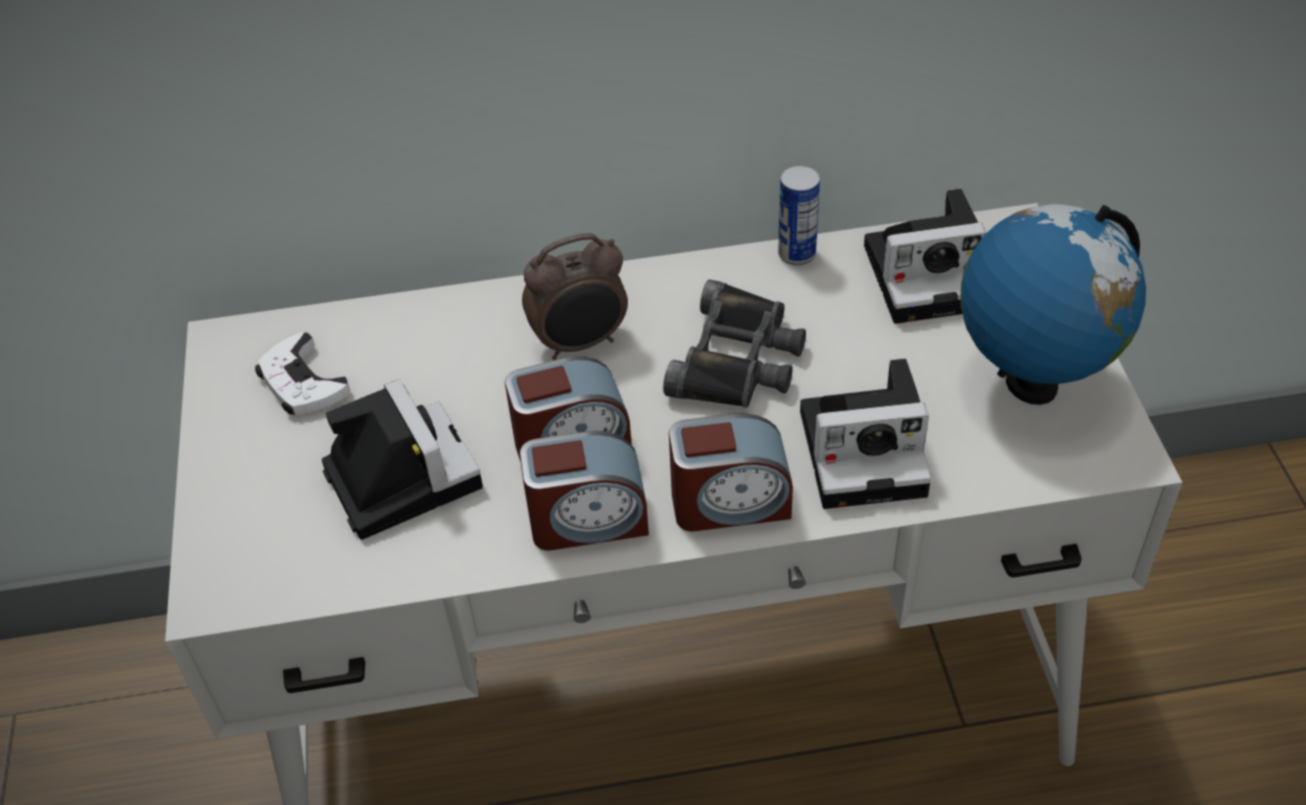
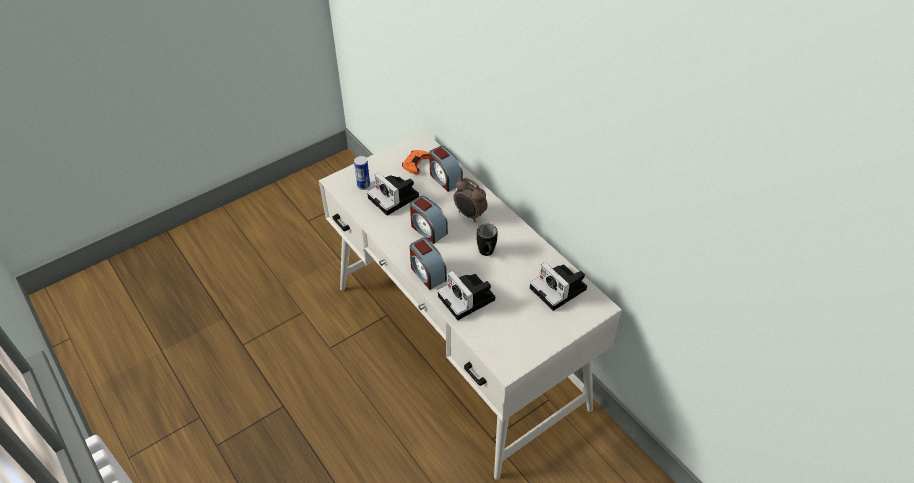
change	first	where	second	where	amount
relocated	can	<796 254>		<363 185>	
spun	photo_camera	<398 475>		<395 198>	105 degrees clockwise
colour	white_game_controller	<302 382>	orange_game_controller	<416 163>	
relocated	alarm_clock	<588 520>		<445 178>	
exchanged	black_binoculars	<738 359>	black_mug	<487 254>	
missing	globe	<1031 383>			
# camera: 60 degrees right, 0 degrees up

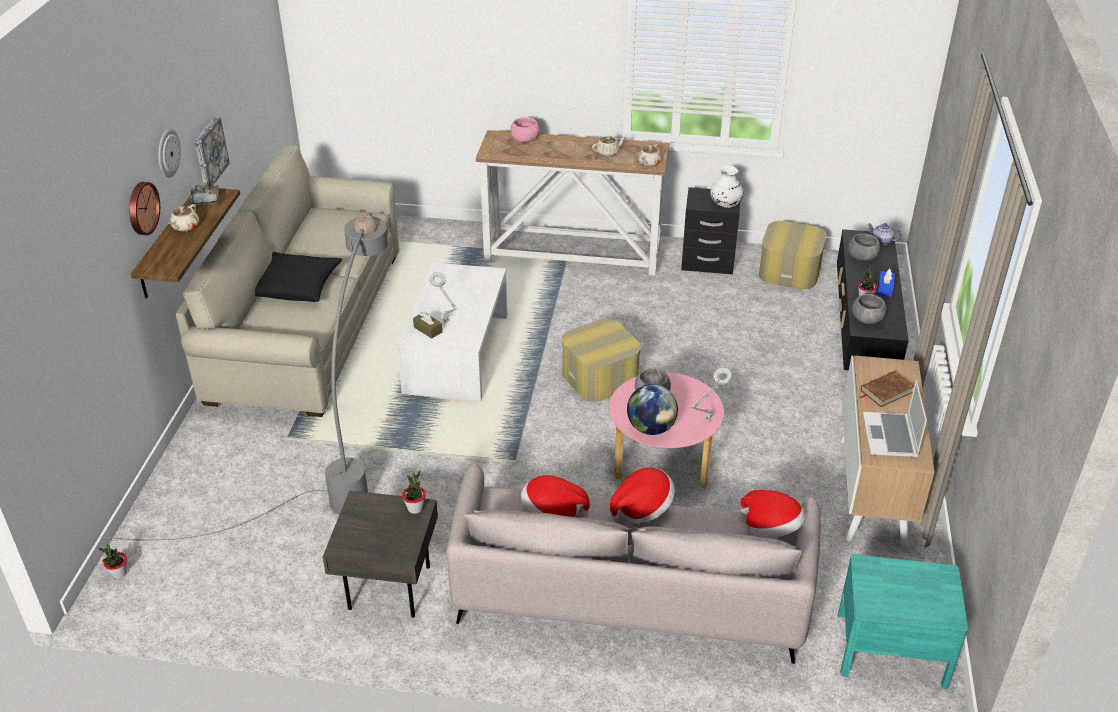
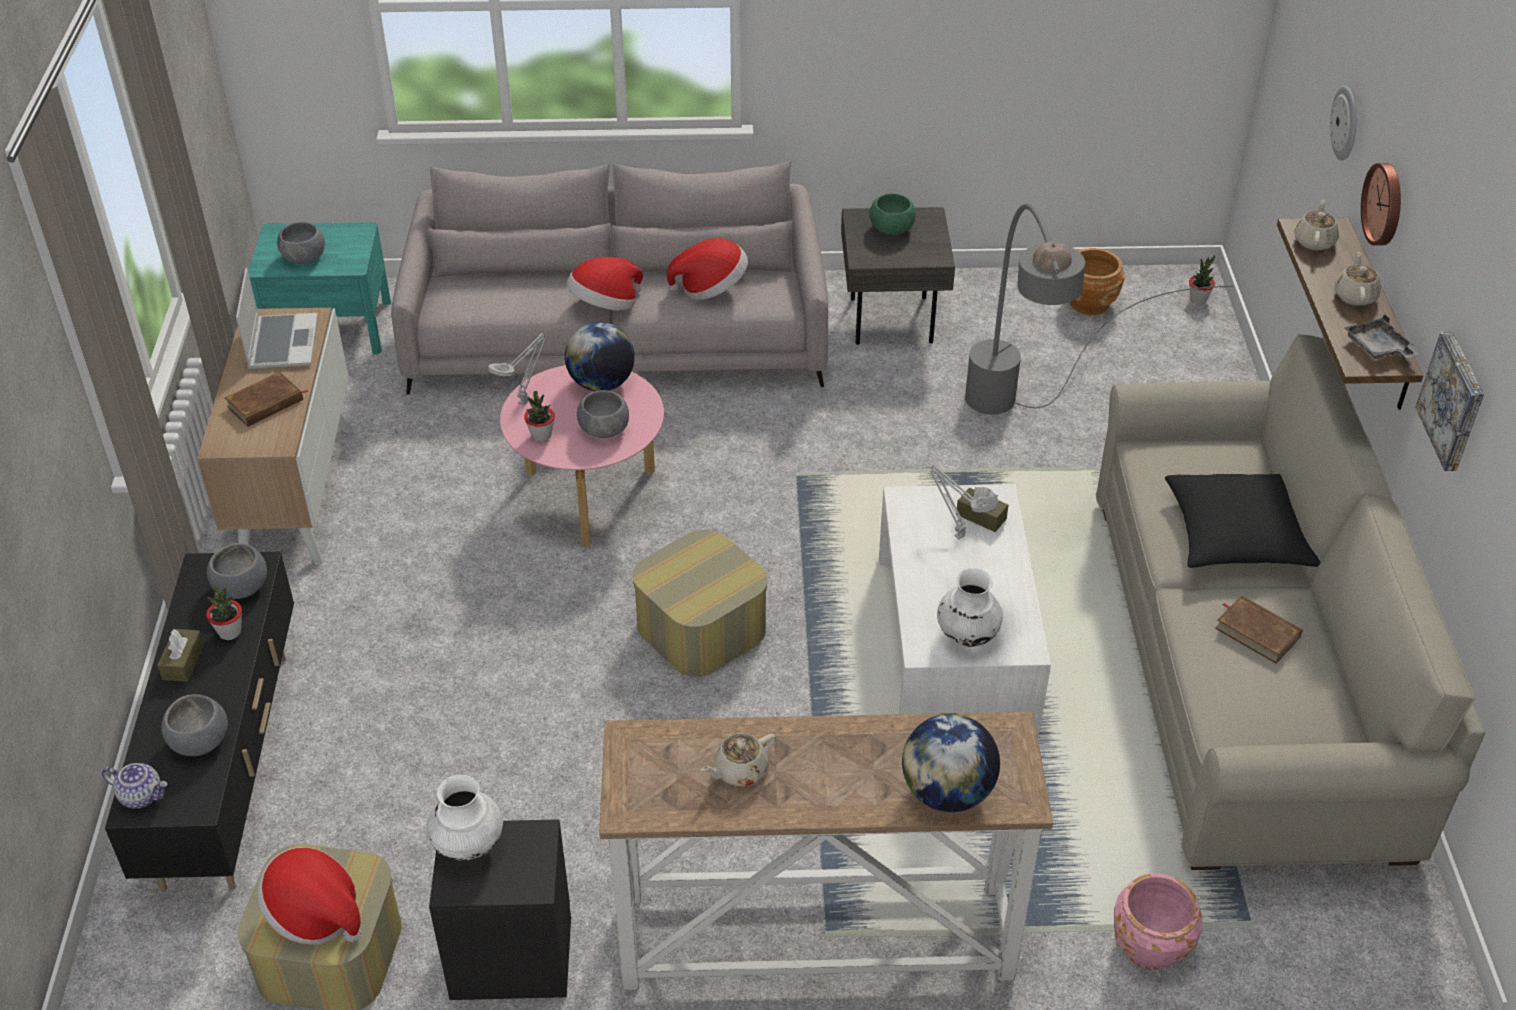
change	first	where	second	where	amount
colour	blue_tissue_box	<885 288>	brown_tissue_box	<183 662>	
relocated	hat	<771 529>		<315 914>	
appeared			grey_bowl	<304 257>	
relocated	potted_plant	<415 508>		<541 436>	
appeared			green_bowl	<891 228>	
exchanged	pink_bowl	<524 140>	globe	<947 792>	
appeared			white_vase	<967 635>	
appeared			brown_planter	<1089 303>	
appeared			pink_planter	<1150 946>	
appeared			brown_book	<1257 632>	
relocated	beige_teapot	<649 163>		<1314 241>	
relocated	wall_clock	<167 152>		<1345 123>	
# camera: 170 degrees right, 5 degrees up

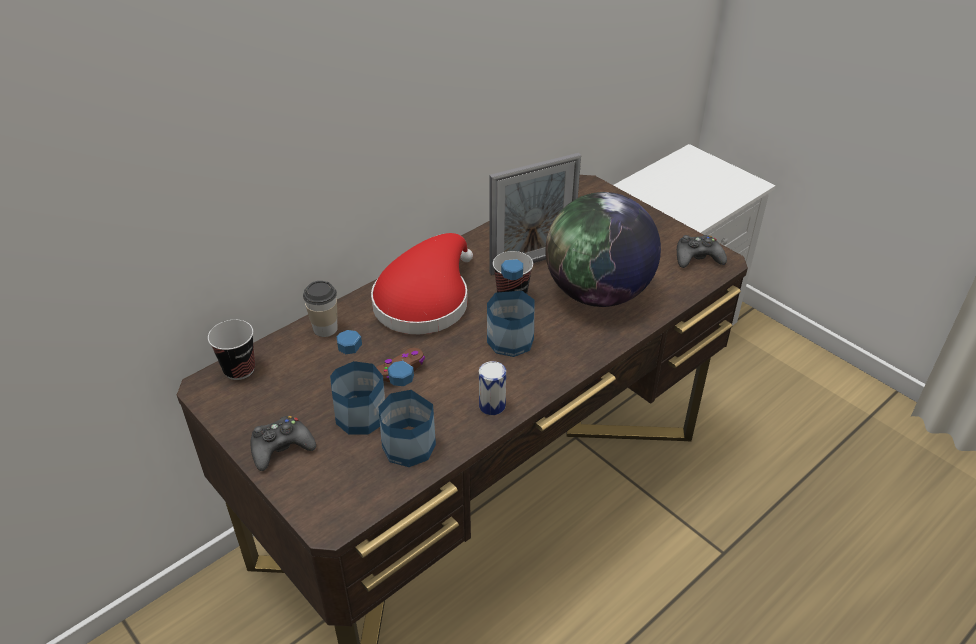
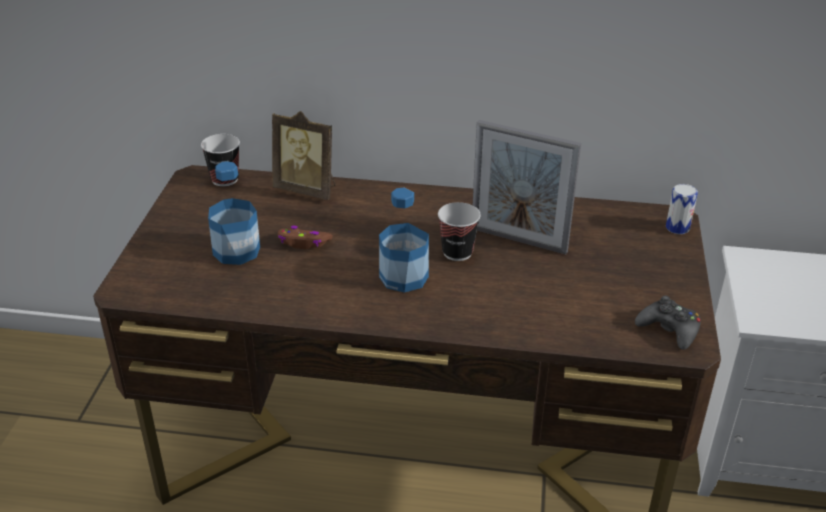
change	first	where	second	where	amount
exchanged	cup	<325 328>	picture_frame	<307 189>	
relocated	can	<492 405>		<677 227>	
missing	black_game_controller	<281 448>			
missing	red_hat	<425 300>			
missing	bottle	<409 446>			
missing	globe	<597 294>			
# camera: 50 degrees right, 5 degrees down

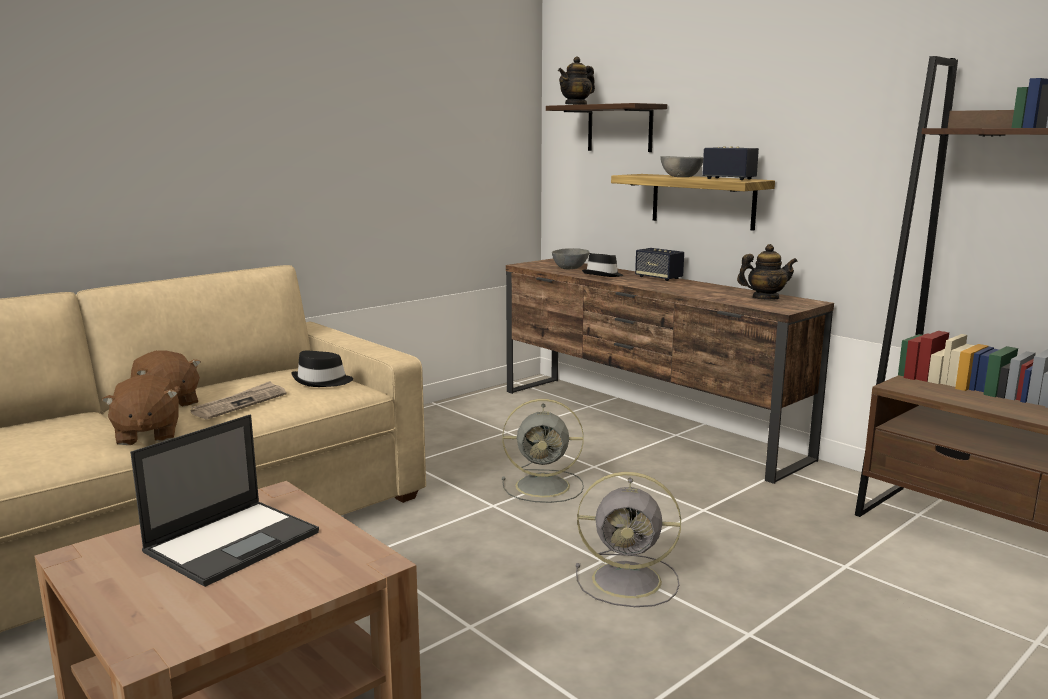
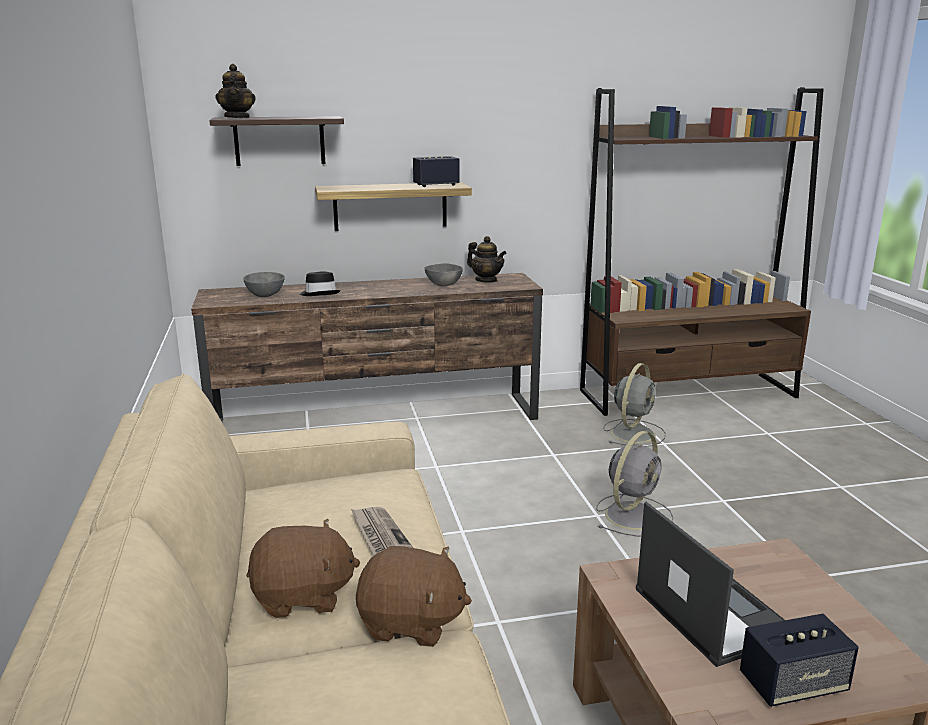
change	first	where	second	where	amount
relocated	grey_bowl	<680 177>		<443 285>	
spun	teapot	<765 298>		<486 280>	105 degrees clockwise
relocated	grey_fan	<545 486>		<633 433>	
relocated	speaker	<658 278>		<793 685>	
missing	black_hat	<322 381>			
# camera: 60 degrees left, 5 degrees up

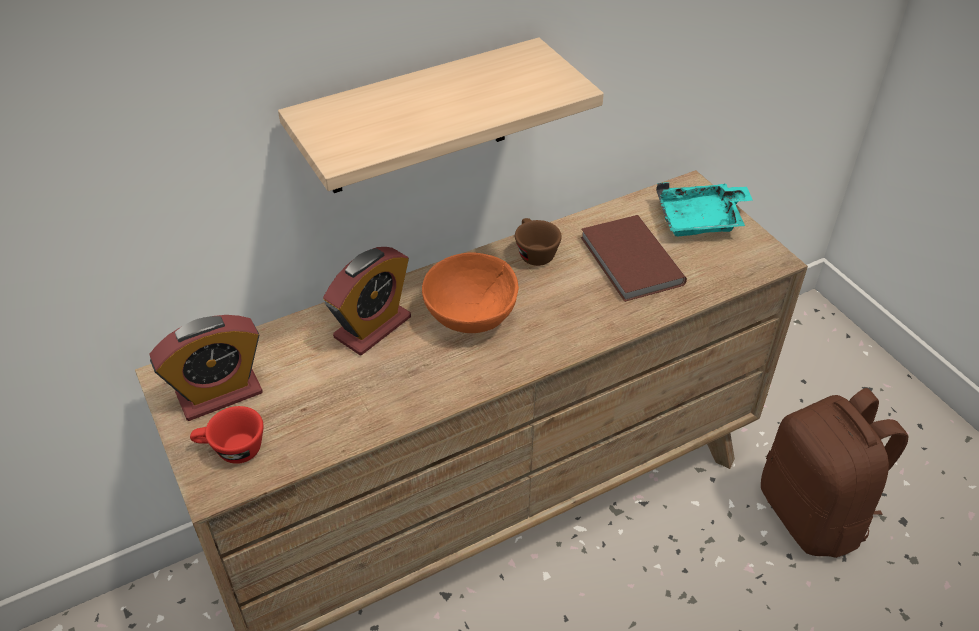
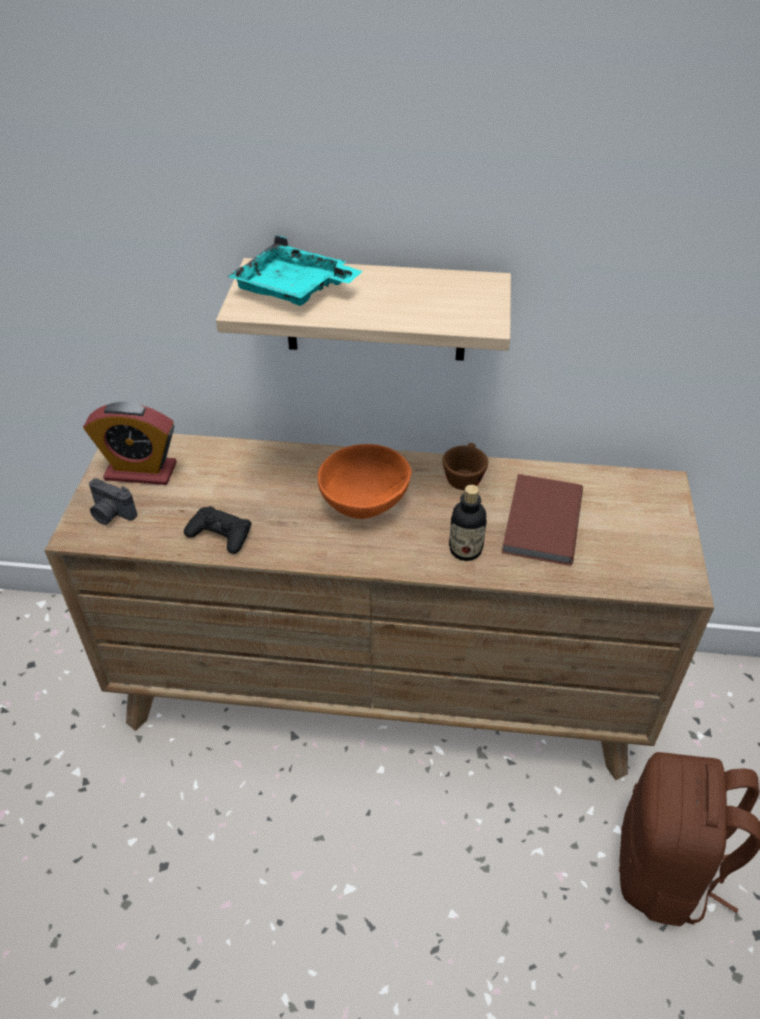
change	first	where	second	where	amount
exchanged	red_cup	<232 450>	photo_camera	<111 514>	
appeared			black_game_controller	<220 534>	
relocated	turquoise_tray	<700 220>		<294 289>	
appeared			bottle	<465 550>	
missing	alarm_clock	<372 327>			
# camera: 35 degrees right, 0 degrees up

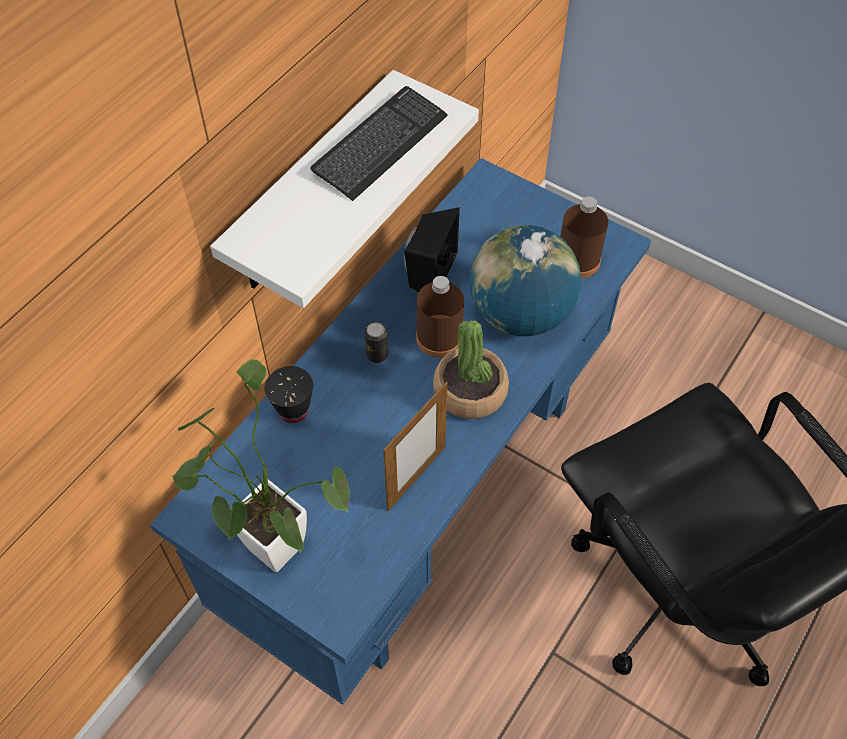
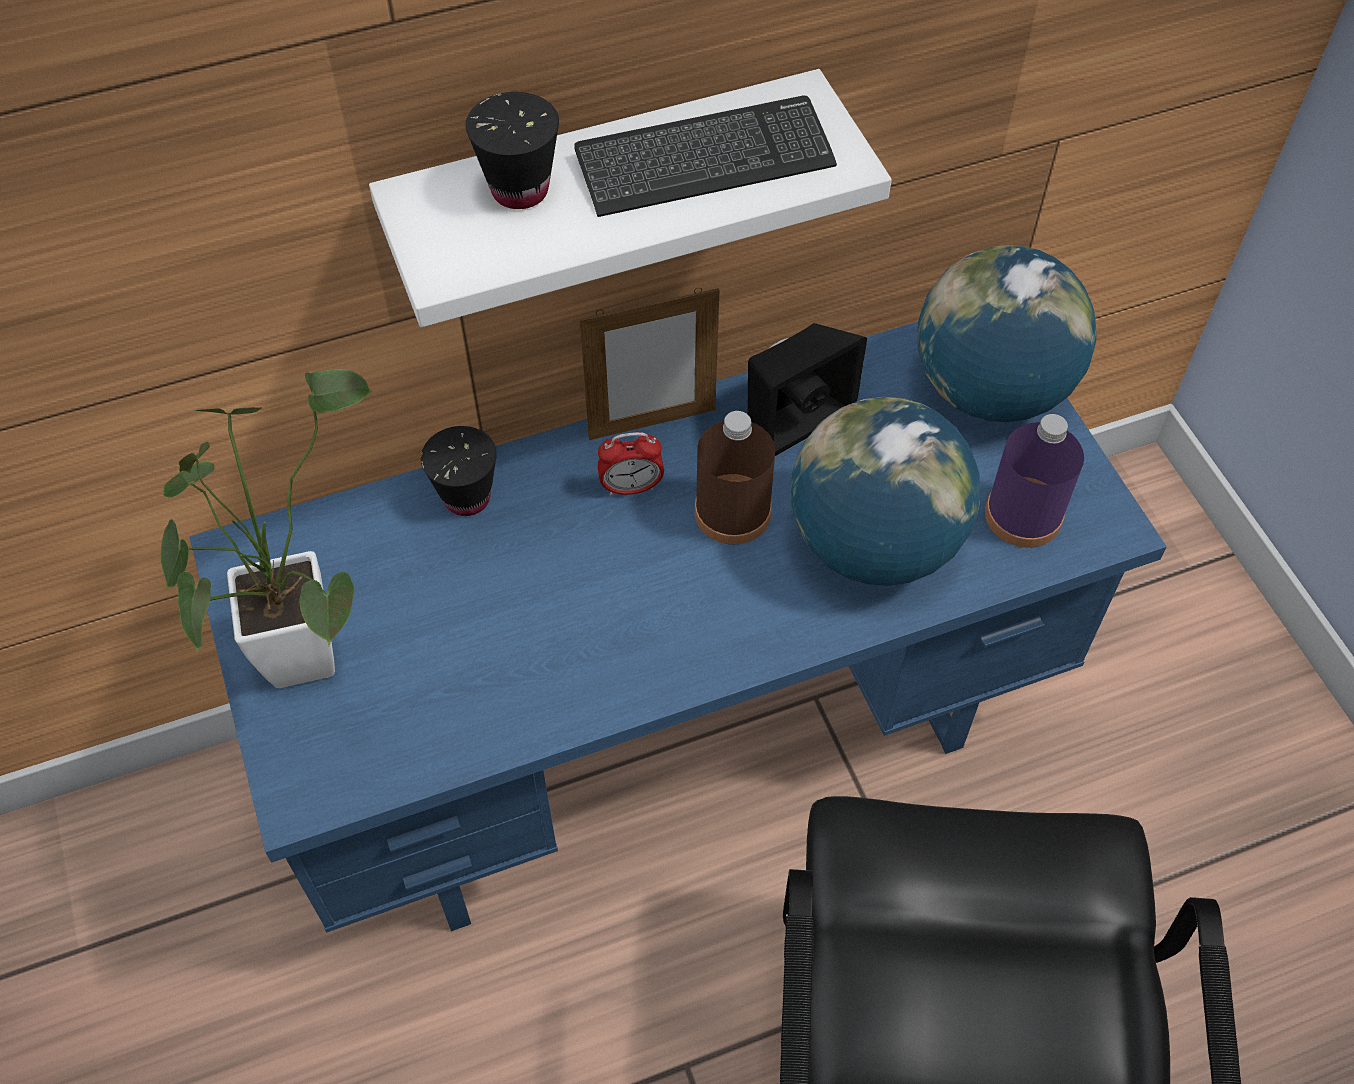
change	first	where	second	where	amount
appeared			black_cup	<520 190>	
relocated	picture_frame	<416 478>		<652 424>	
exchanged	can	<377 355>	alarm_clock	<631 487>	
appeared			globe	<990 390>	
colour	brown_bottle	<578 260>	purple_bottle	<1023 515>	
missing	potted_plant	<470 391>			
# camera: 35 degrees right, 0 degrees up

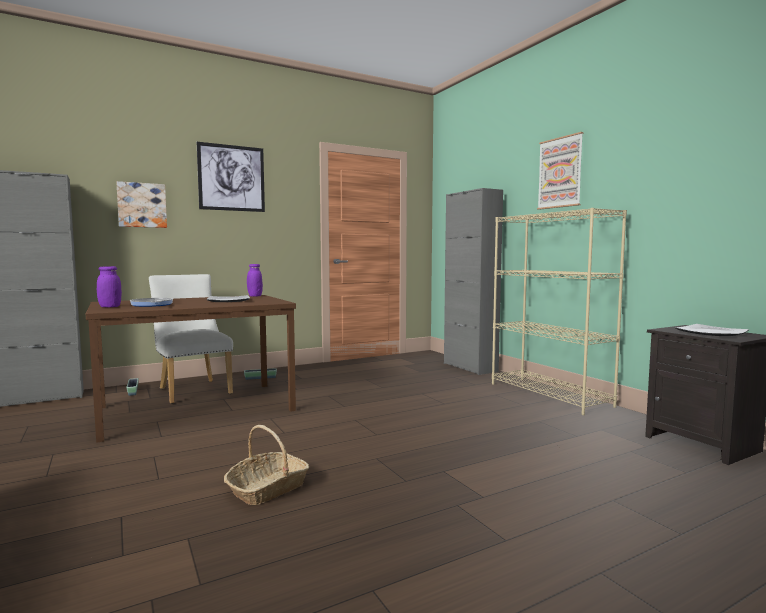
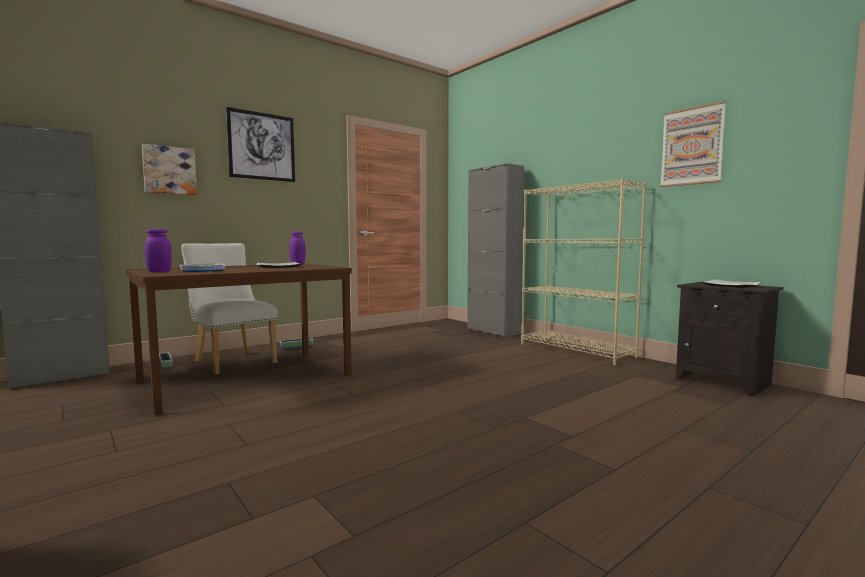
change	first	where	second	where	amount
relocated	picture	<560 172>		<692 146>	
missing	basket	<268 488>			
# camera: 10 degrees left, 0 degrees up

